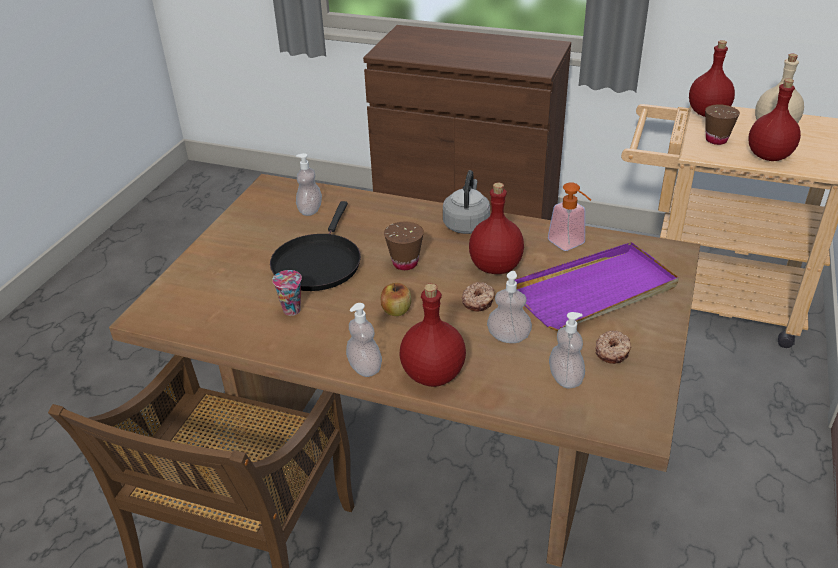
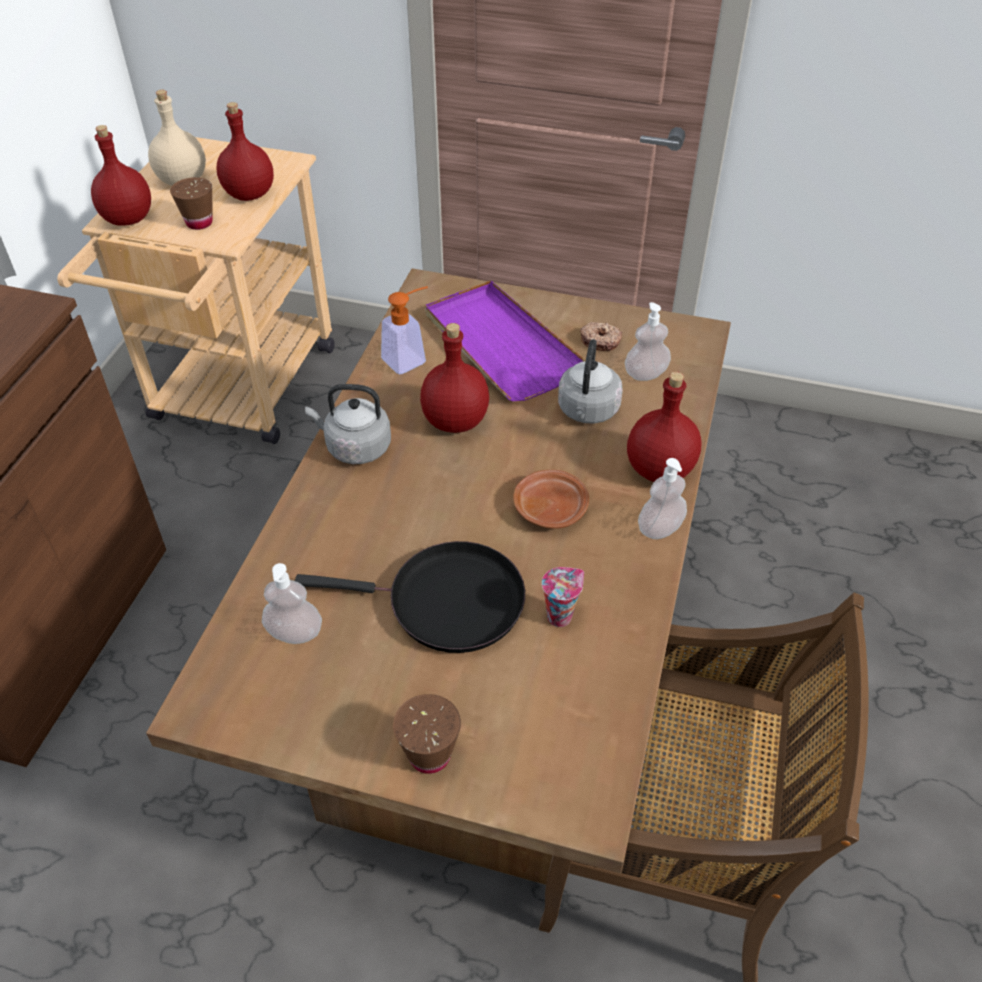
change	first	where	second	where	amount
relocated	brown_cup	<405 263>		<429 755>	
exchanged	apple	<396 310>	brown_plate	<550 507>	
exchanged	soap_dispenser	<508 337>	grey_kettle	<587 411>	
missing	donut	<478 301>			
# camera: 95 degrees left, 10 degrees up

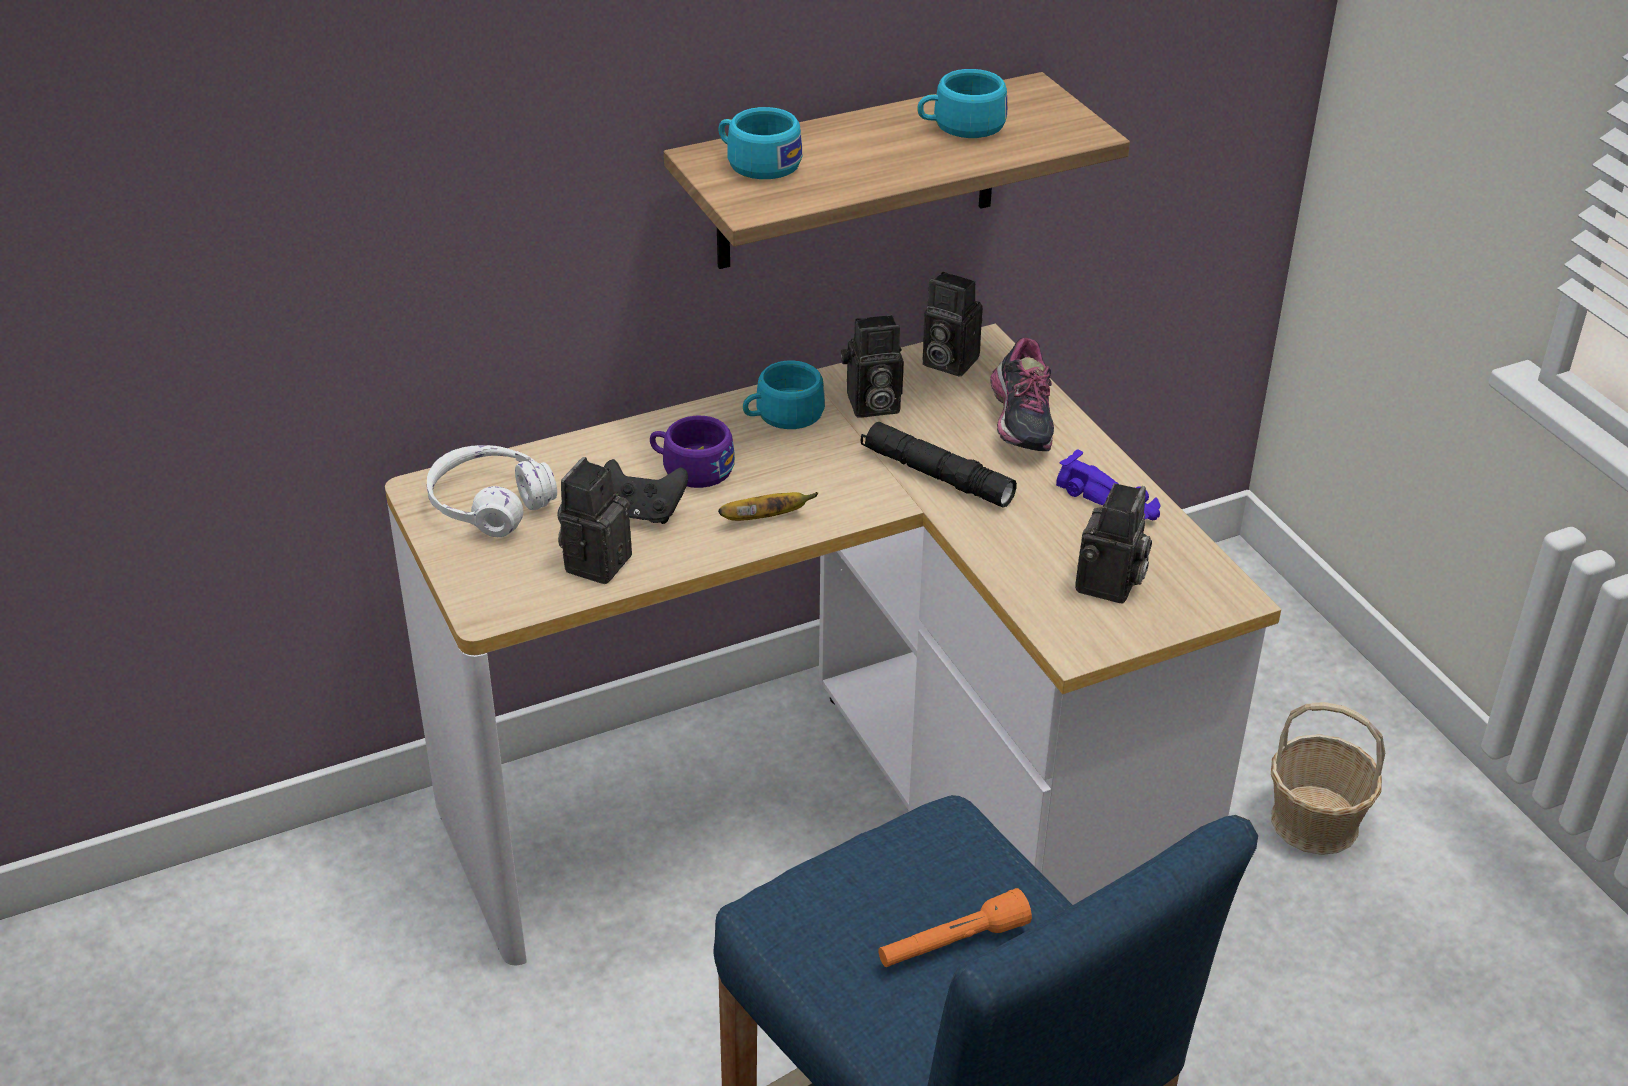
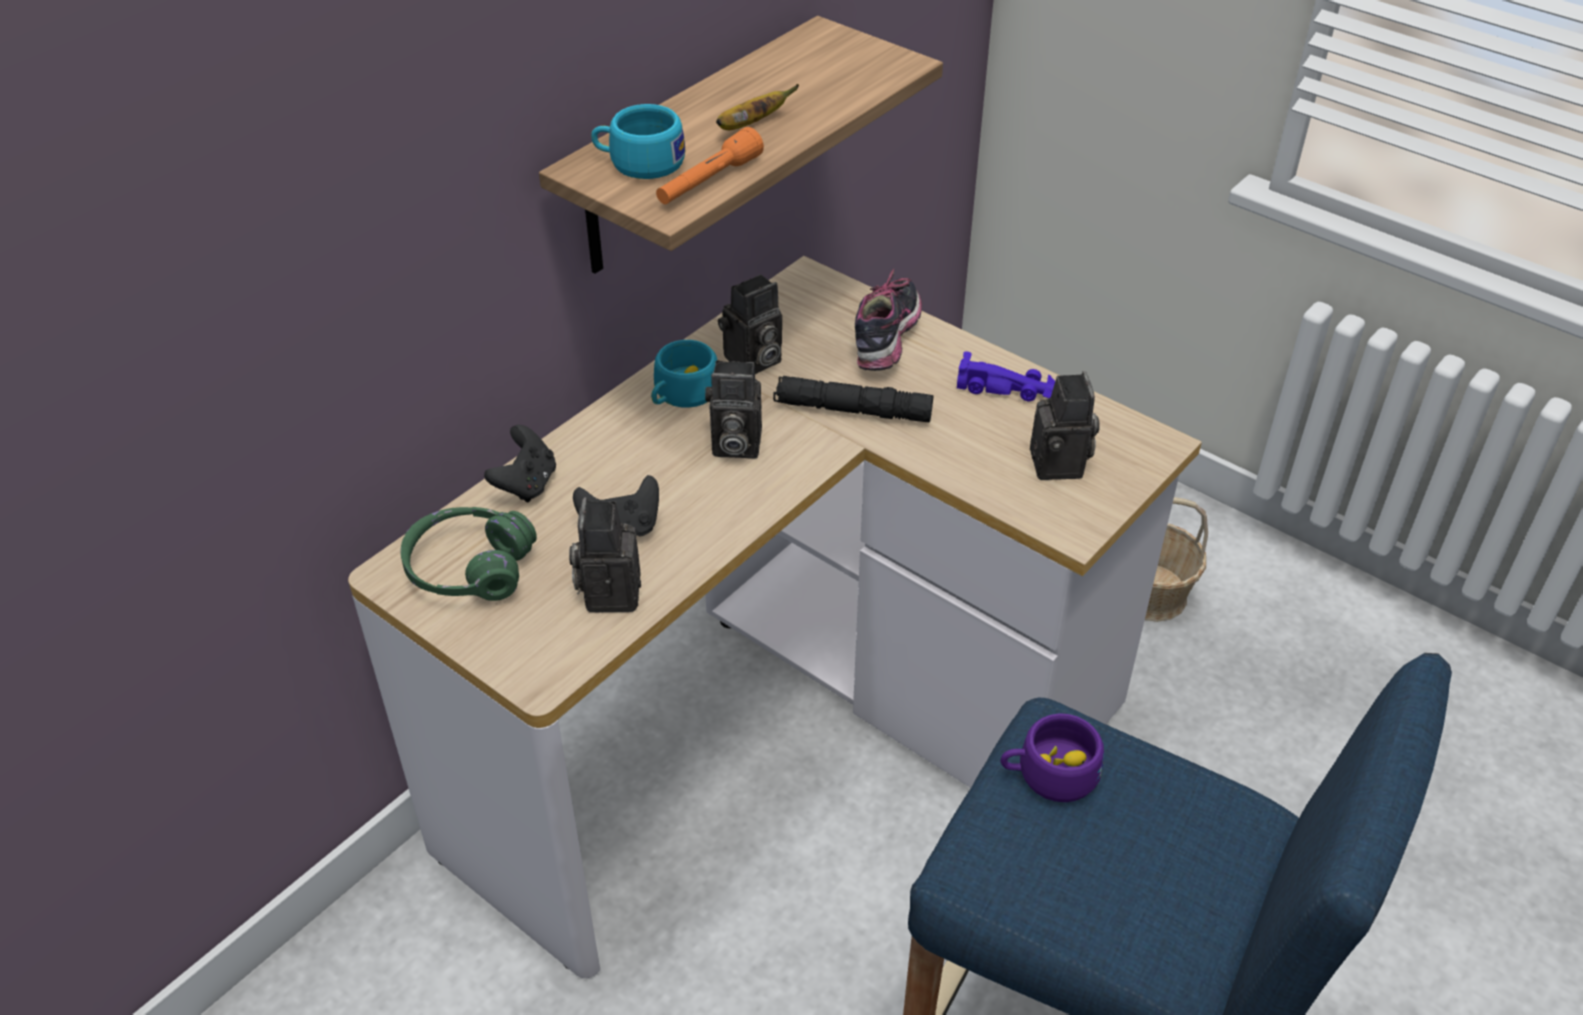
change	first	where	second	where	amount
colour	white_headphones	<490 505>	green_headphones	<469 568>	
appeared			black_game_controller	<526 484>	
relocated	orange_flashlight	<952 943>		<708 182>	
relocated	photo_camera	<946 361>		<733 445>	
relocated	banana	<765 518>		<751 124>	
spun	shoe	<1019 425>		<887 342>	135 degrees counterclockwise
relocated	purple_cup	<691 468>		<1048 774>	
missing	turquoise_cup	<960 126>			
# camera: 25 degrees left, 5 degrees up

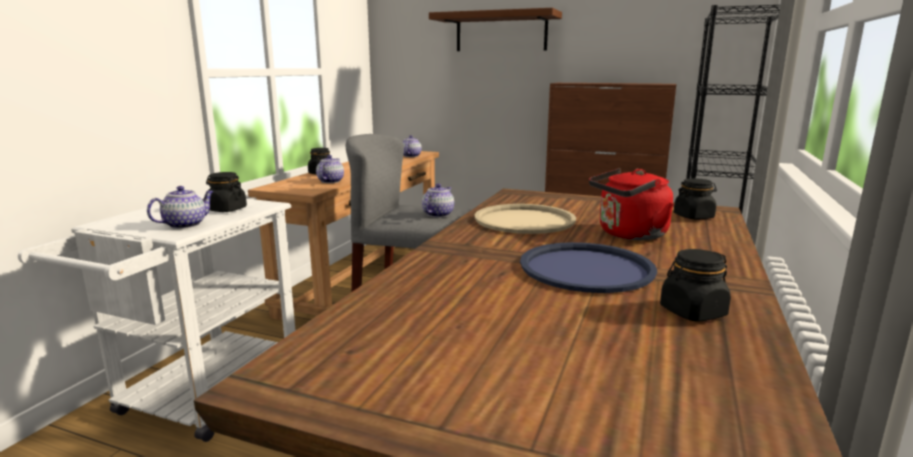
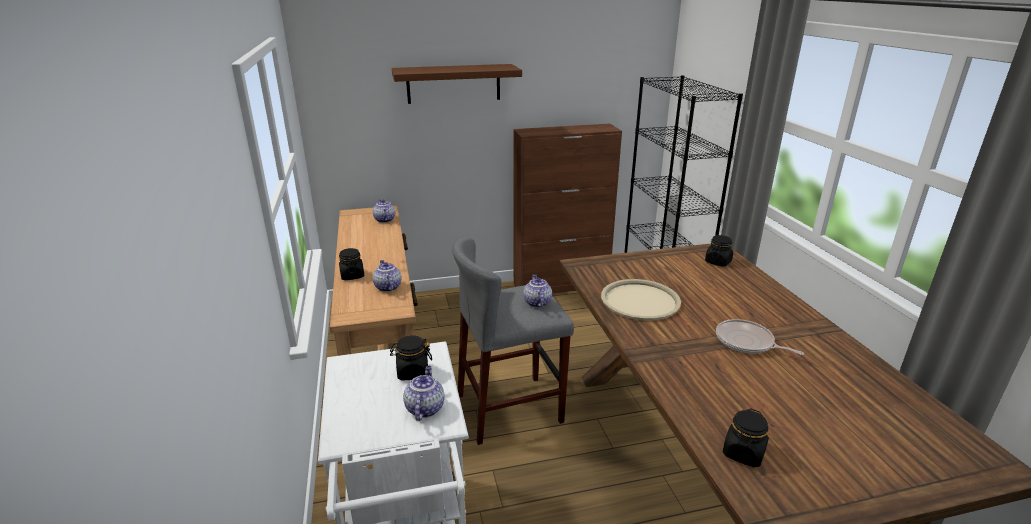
change	first	where	second	where	amount
exchanged	blue_tray	<586 269>	frying_pan	<747 342>	
relocated	black_jar	<692 312>		<743 453>	
missing	red_kettle	<629 235>			
# camera: 35 degrees left, 10 degrees up

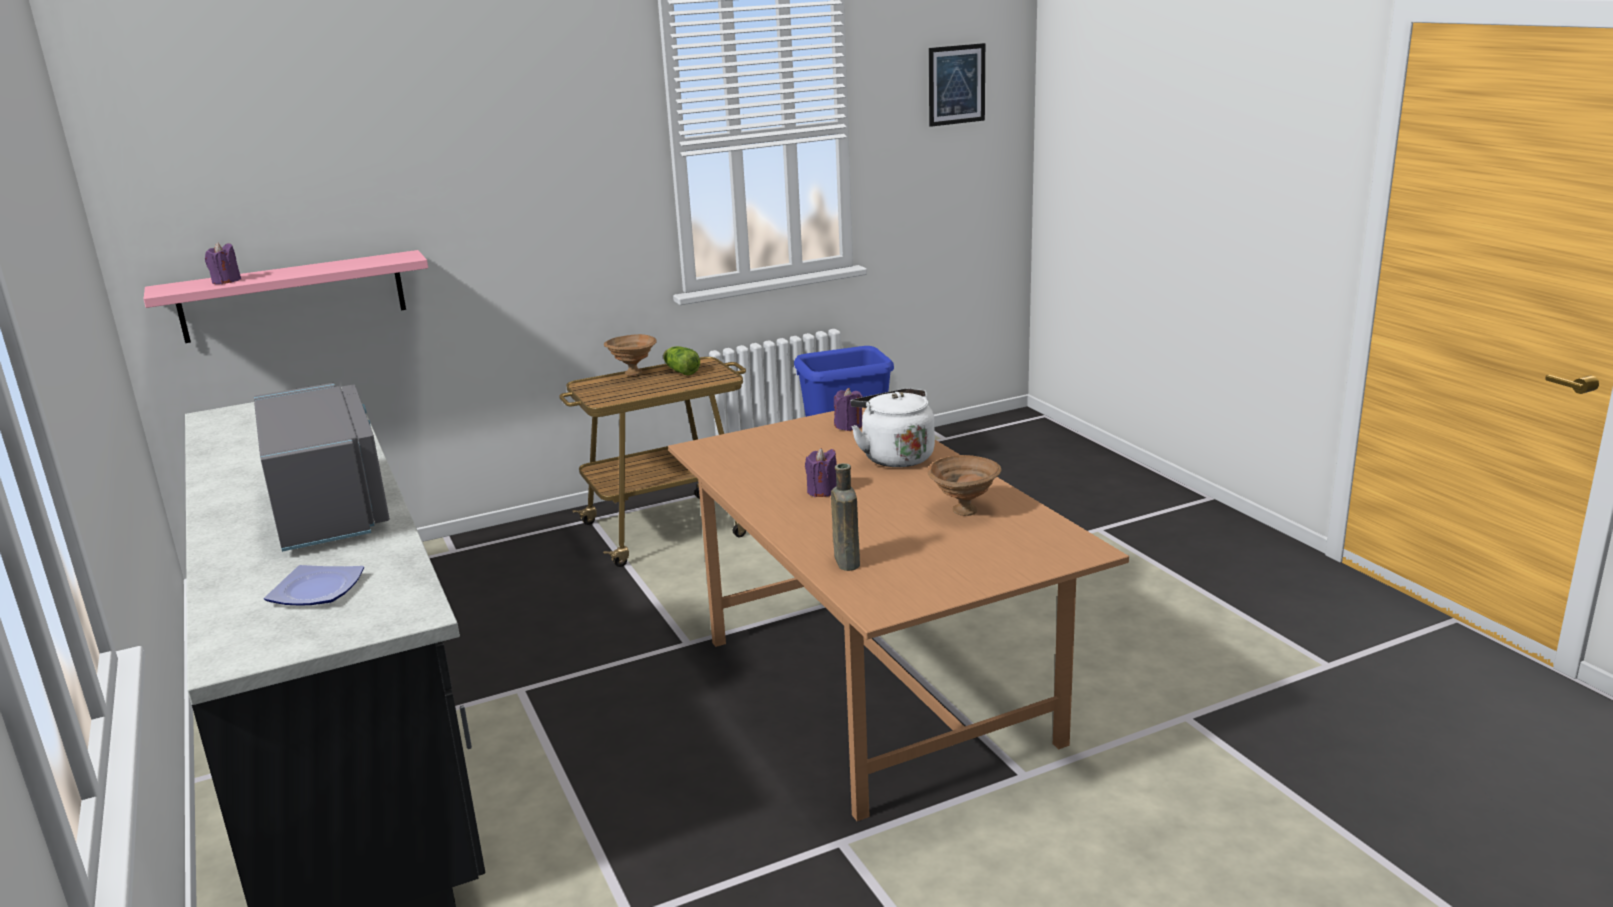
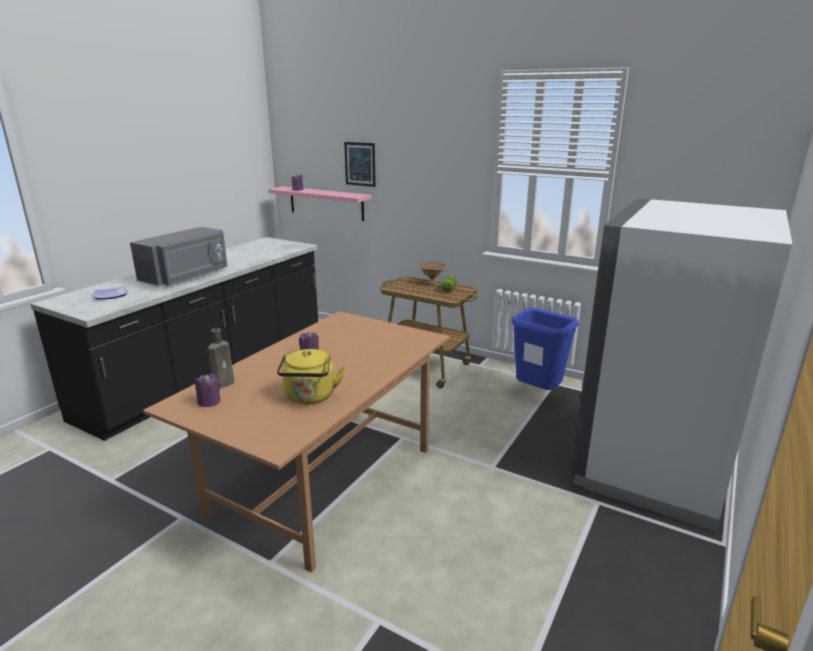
change	first	where	second	where	amount
relocated	purple_candle	<848 426>		<209 402>	
exchanged	brown_bowl	<964 511>	yellow_kettle	<310 397>	
relocated	picture	<956 84>		<360 164>	
appeared			white_fridge	<651 465>	
missing	white_kettle	<894 456>			
# camera: 55 degrees right, 0 degrees up

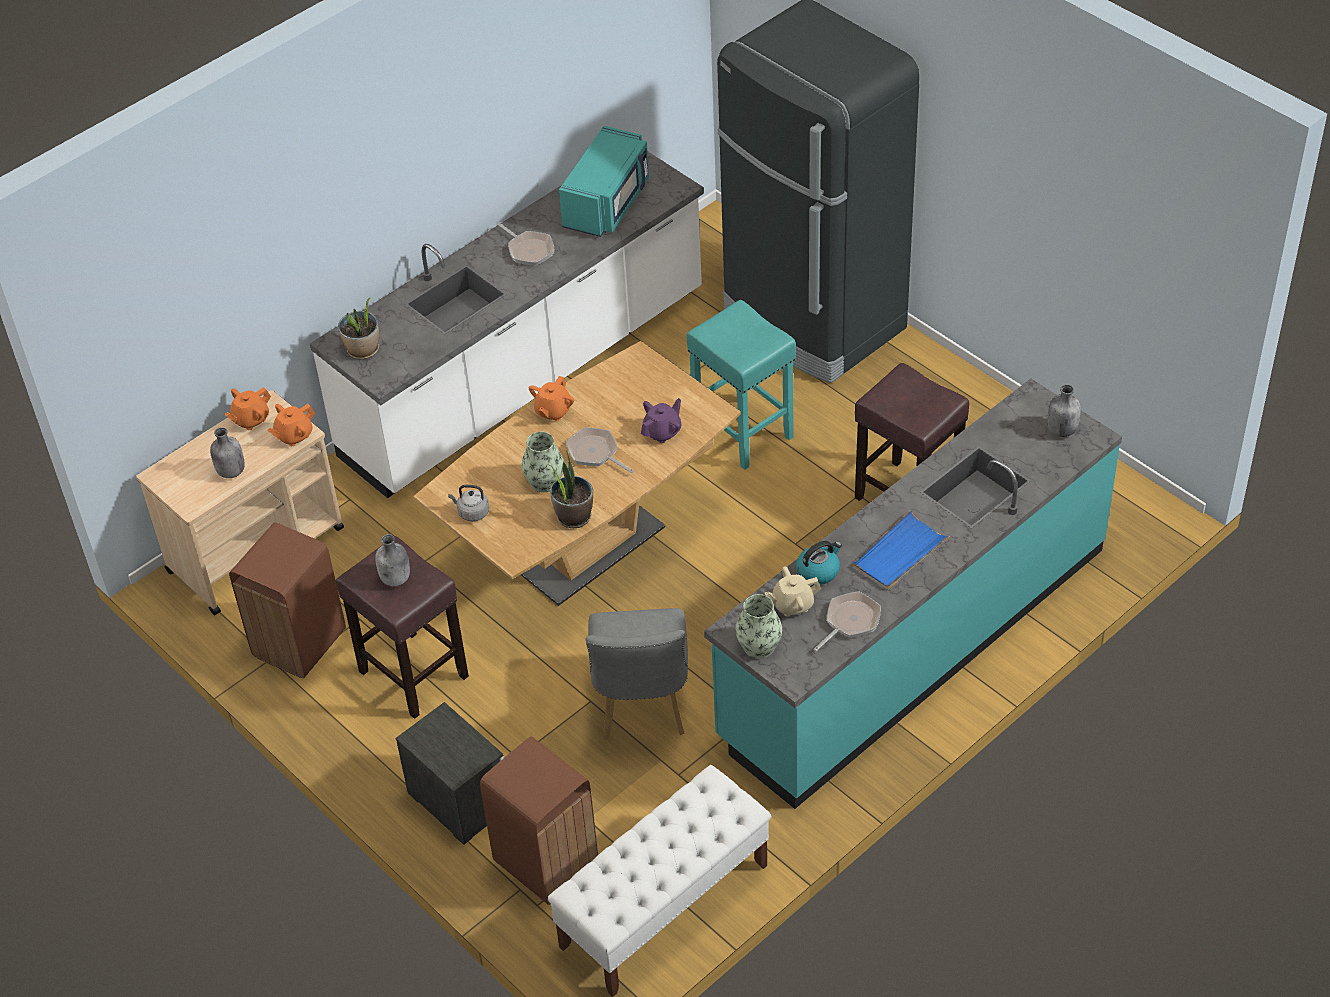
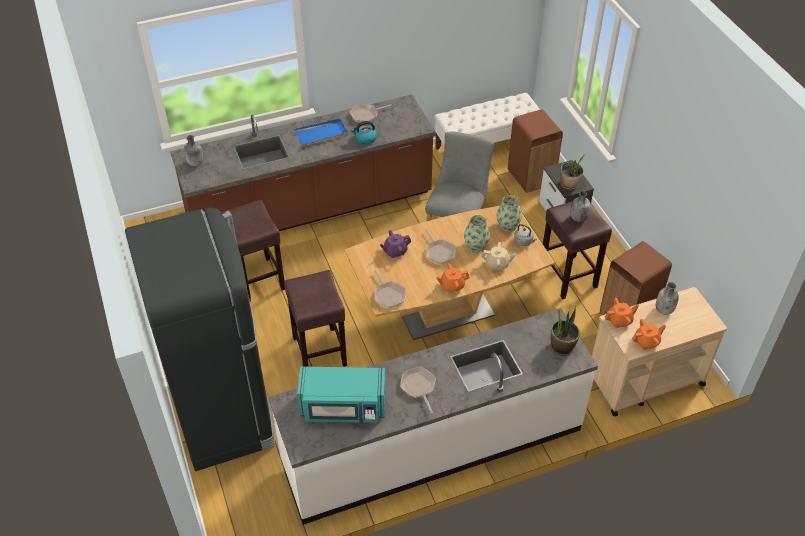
change	first	where	second	where	amount
colour	turquoise_counter	<913 642>	brown_counter	<311 210>	
colour	turquoise_stool	<744 433>	brown_stool	<319 350>	
spun	turquoise_microwave	<608 203>		<343 408>	135 degrees counterclockwise
appeared			frying_pan	<389 295>	
spun	orange_teapot	<553 411>		<452 286>	150 degrees counterclockwise
relocated	beige_teapot	<792 604>		<497 264>	
relocated	vase	<759 646>		<508 225>	
relocated	potted_plant	<573 516>		<569 184>	
# camera: 160 degrees left, 0 degrees up

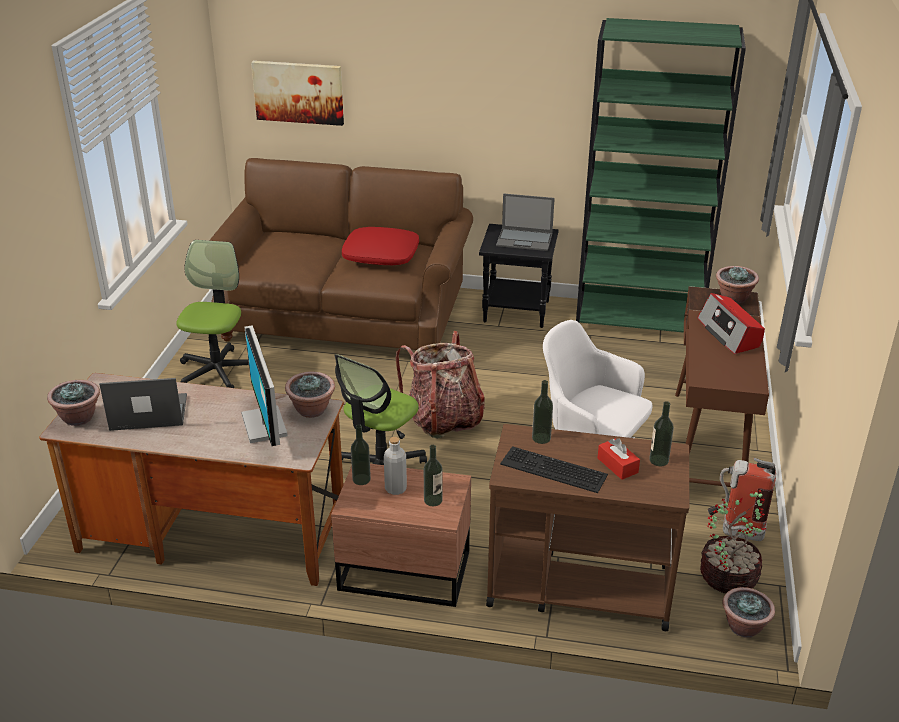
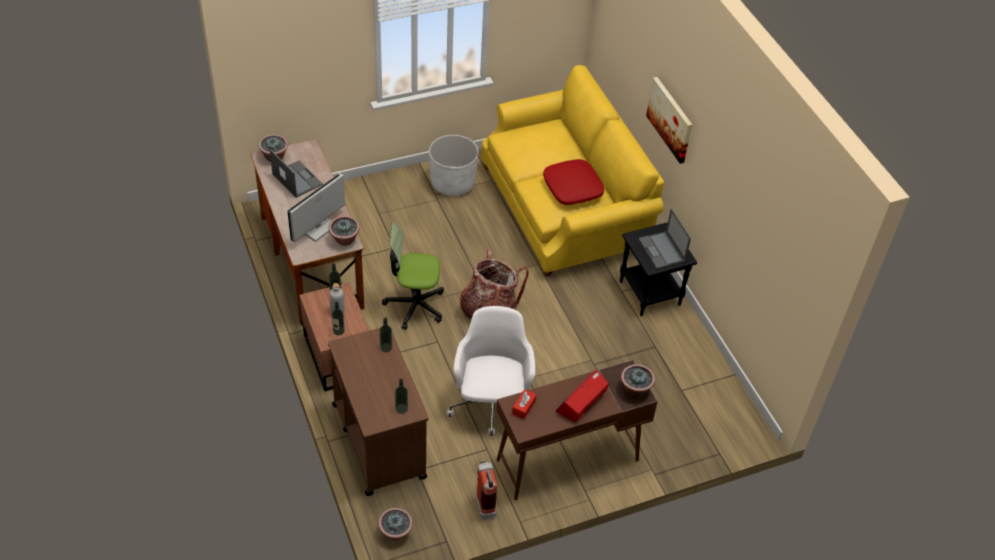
change	first	where	second	where	amount
exchanged	office_chair	<218 371>	white_planter	<452 183>	
colour	brown_sofa	<345 316>	yellow_sofa	<564 208>	
relocated	red_tissue_box	<617 465>		<523 407>	
relocated	picture	<298 92>		<670 119>	
missing	keyboard	<551 470>			
missing	green_bookcase	<639 320>			
missing	potted_plant	<729 576>			
# camera: 55 degrees right, 15 degrees up

